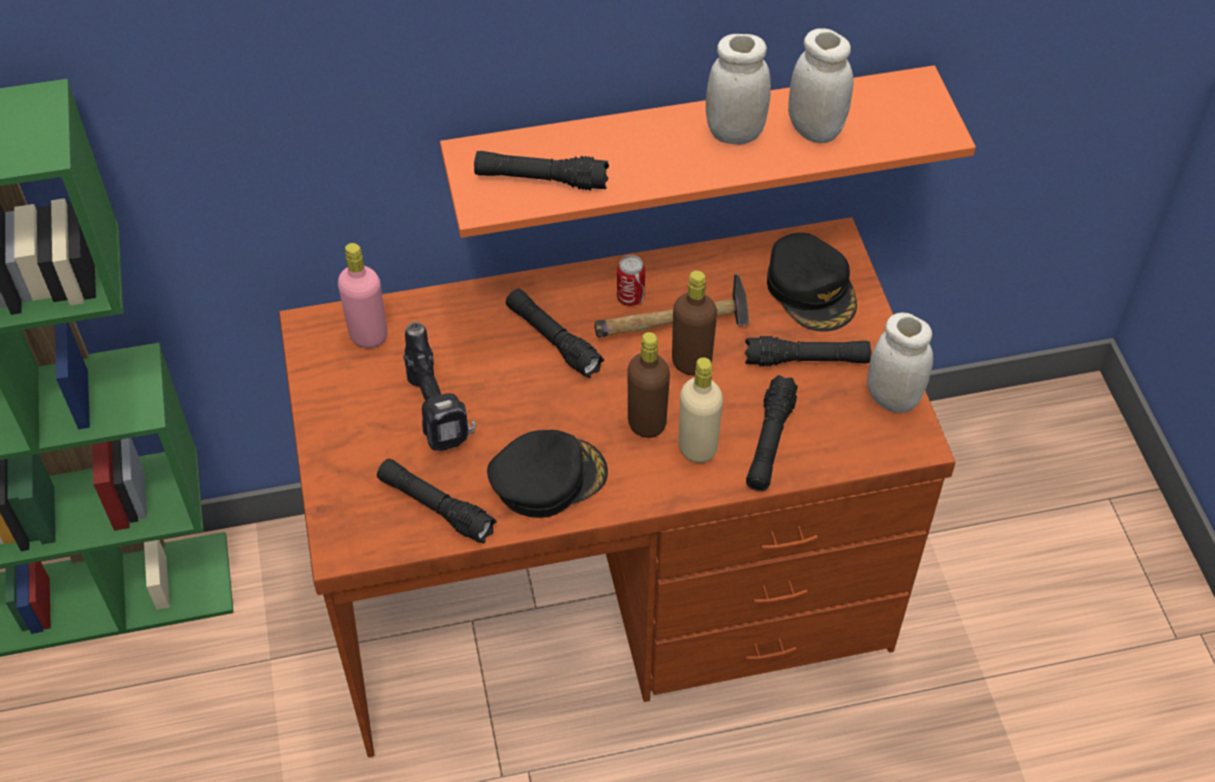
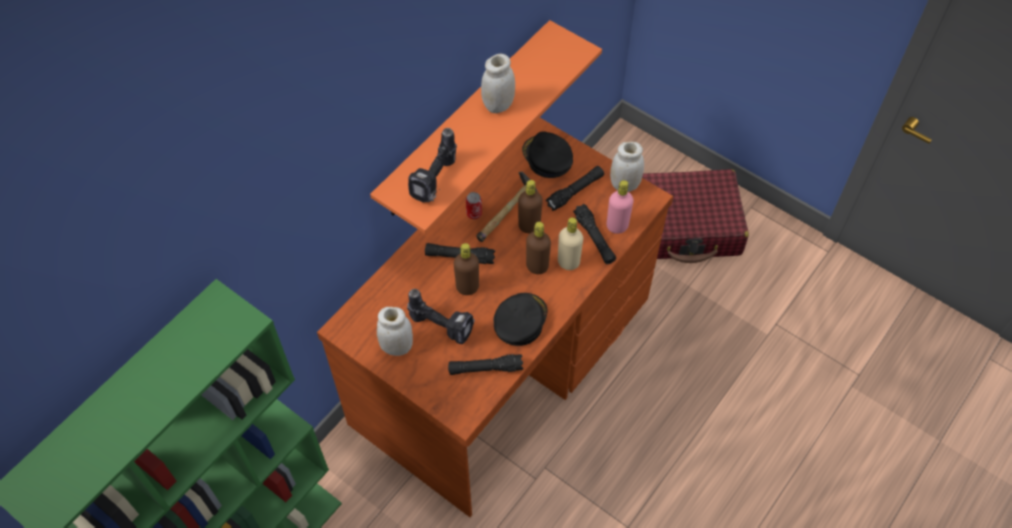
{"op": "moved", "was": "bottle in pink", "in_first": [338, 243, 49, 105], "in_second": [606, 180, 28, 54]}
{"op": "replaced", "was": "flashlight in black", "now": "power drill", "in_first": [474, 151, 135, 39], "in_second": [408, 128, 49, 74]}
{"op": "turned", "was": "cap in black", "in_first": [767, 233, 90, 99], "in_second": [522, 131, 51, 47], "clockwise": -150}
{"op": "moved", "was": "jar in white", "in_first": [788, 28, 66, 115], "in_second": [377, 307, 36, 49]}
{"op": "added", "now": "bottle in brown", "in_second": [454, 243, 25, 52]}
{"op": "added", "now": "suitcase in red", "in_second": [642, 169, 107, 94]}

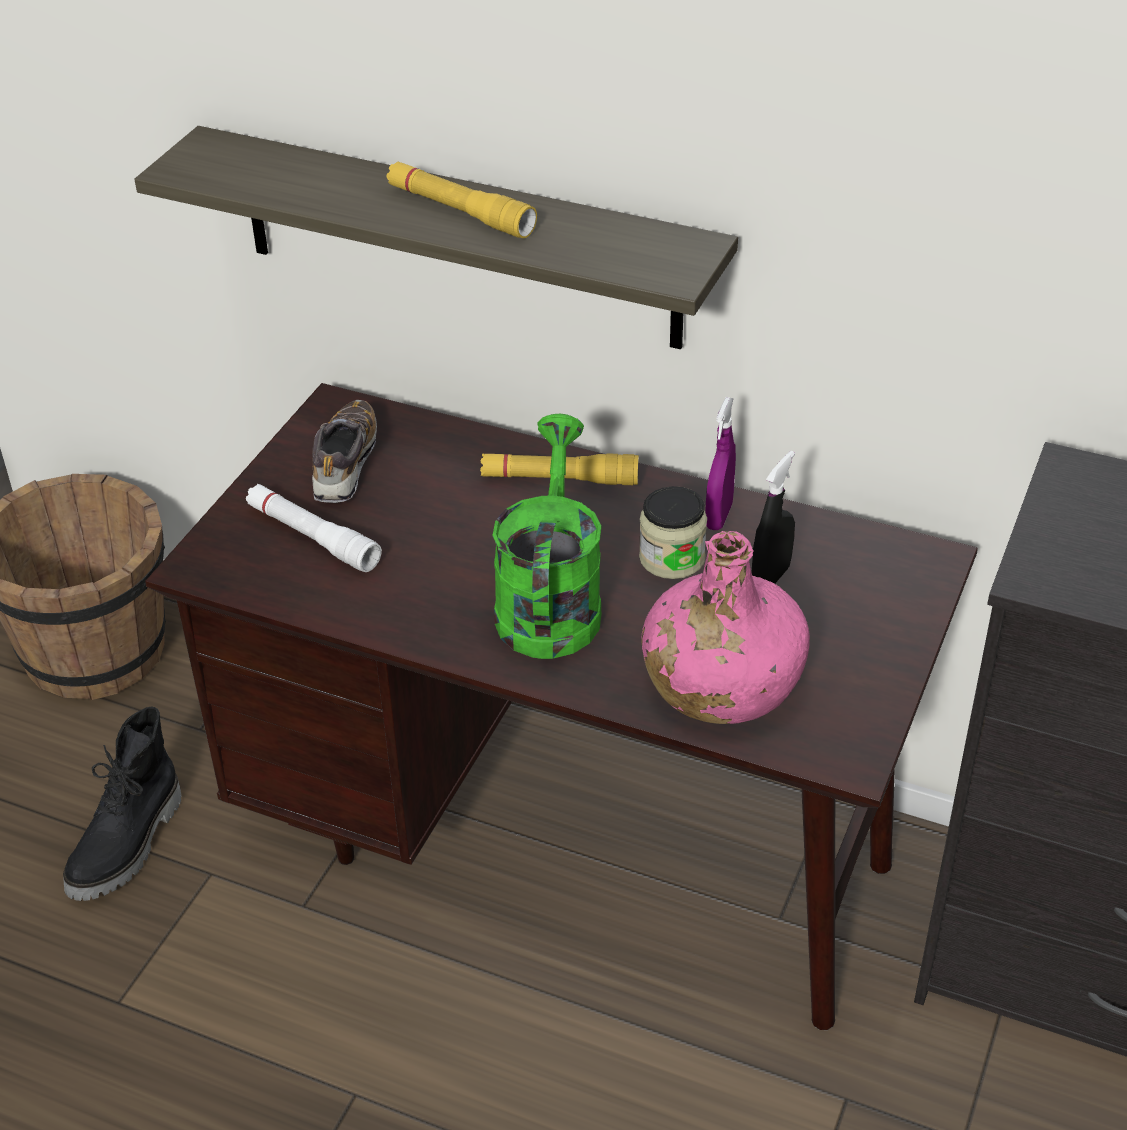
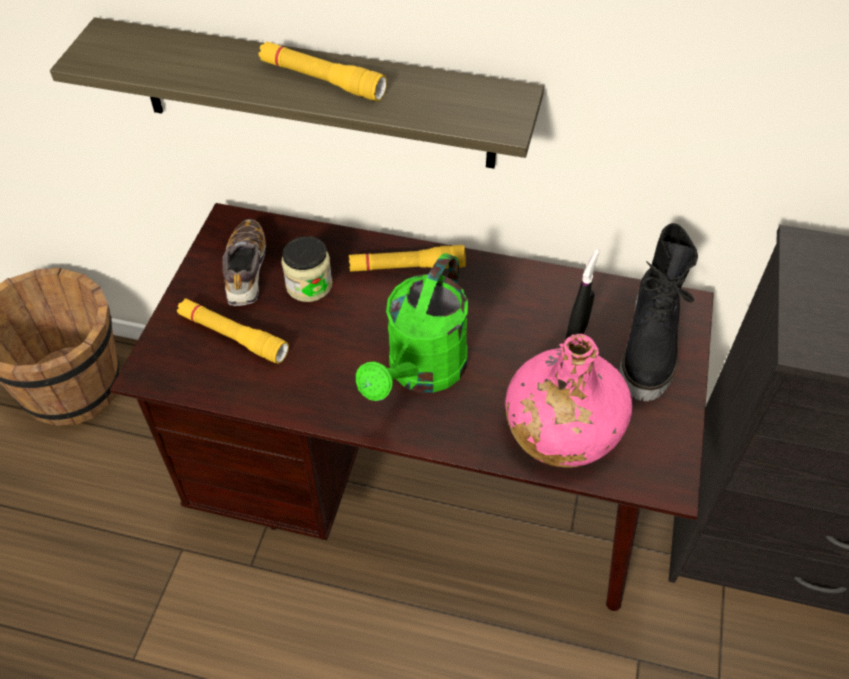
{"op": "moved", "was": "boot in black", "in_first": [63, 706, 119, 195], "in_second": [619, 223, 79, 178]}
{"op": "recoloured", "was": "flashlight in white", "now": "flashlight in yellow", "in_first": [246, 484, 136, 88], "in_second": [177, 298, 112, 66]}
{"op": "turned", "was": "watering can in green", "in_first": [492, 414, 110, 245], "in_second": [356, 253, 112, 148], "clockwise": -150}
{"op": "moved", "was": "jar", "in_first": [639, 486, 68, 93], "in_second": [281, 236, 52, 66]}
{"op": "removed", "was": "spray bottle in purple", "in_first": [705, 397, 31, 133]}

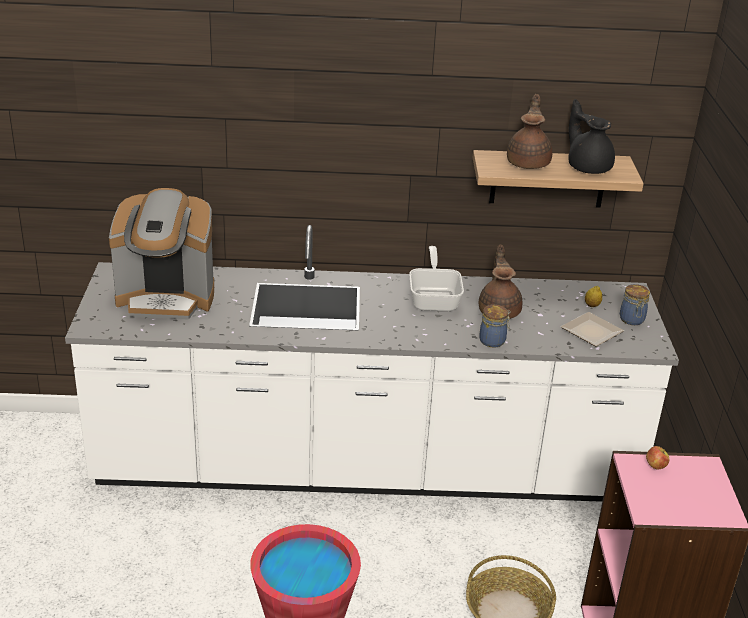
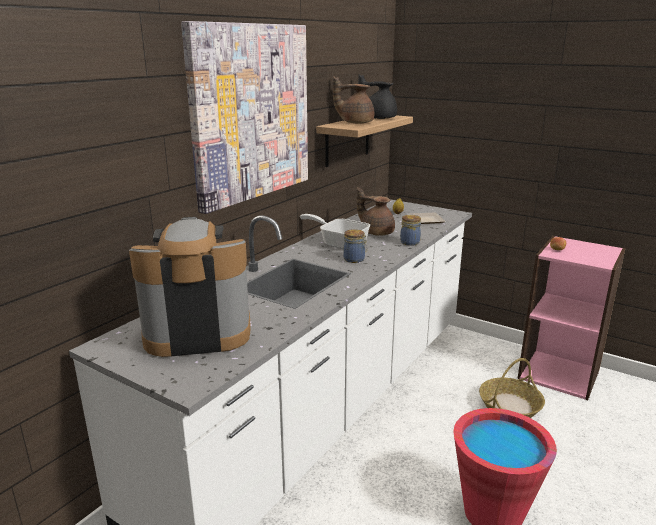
{"op": "turned", "was": "coffee machine", "in_first": [109, 188, 105, 132], "in_second": [129, 217, 122, 140], "clockwise": -135}
{"op": "turned", "was": "teapot in brown", "in_first": [507, 94, 46, 75], "in_second": [333, 76, 41, 47], "clockwise": -45}
{"op": "moved", "was": "jar", "in_first": [620, 284, 30, 41], "in_second": [343, 229, 24, 34]}
{"op": "added", "now": "picture", "in_second": [181, 21, 127, 193]}

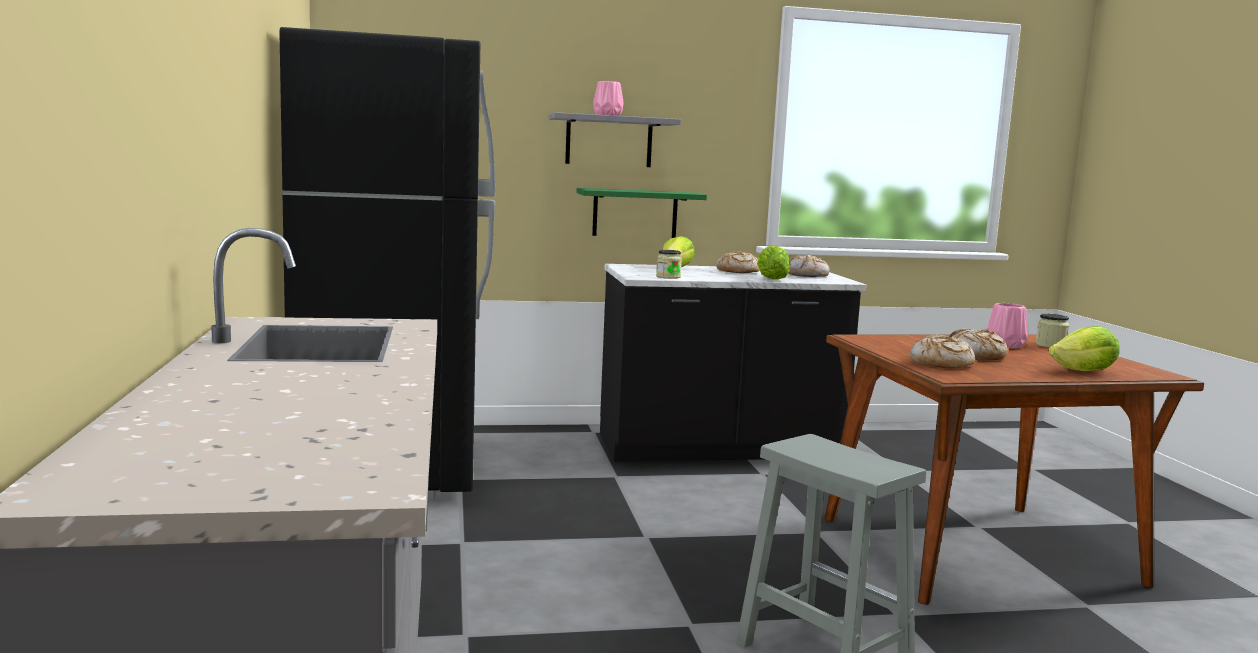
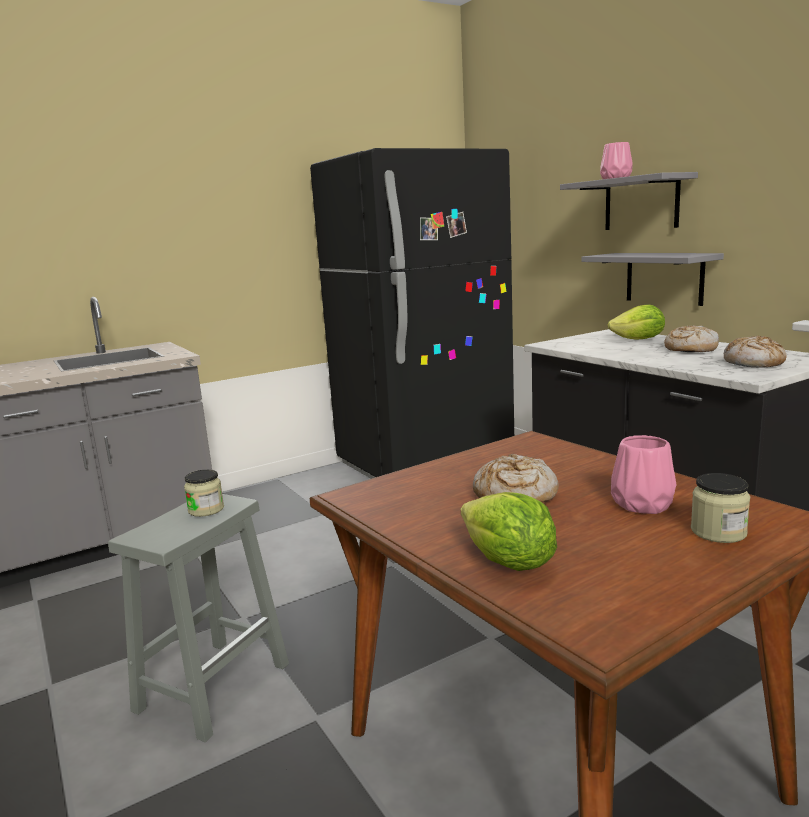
{"op": "recoloured", "was": "shelf in green", "now": "shelf in grey", "in_first": [576, 188, 131, 50], "in_second": [581, 253, 143, 53]}
{"op": "moved", "was": "jar", "in_first": [656, 250, 26, 29], "in_second": [184, 470, 40, 47]}
{"op": "removed", "was": "lettuce", "in_first": [757, 246, 32, 34]}
{"op": "removed", "was": "bread", "in_first": [910, 334, 65, 34]}

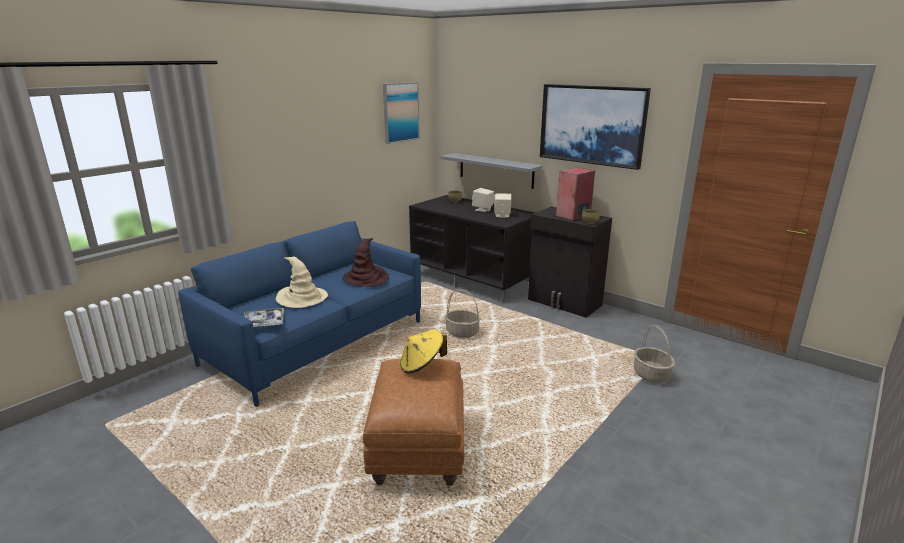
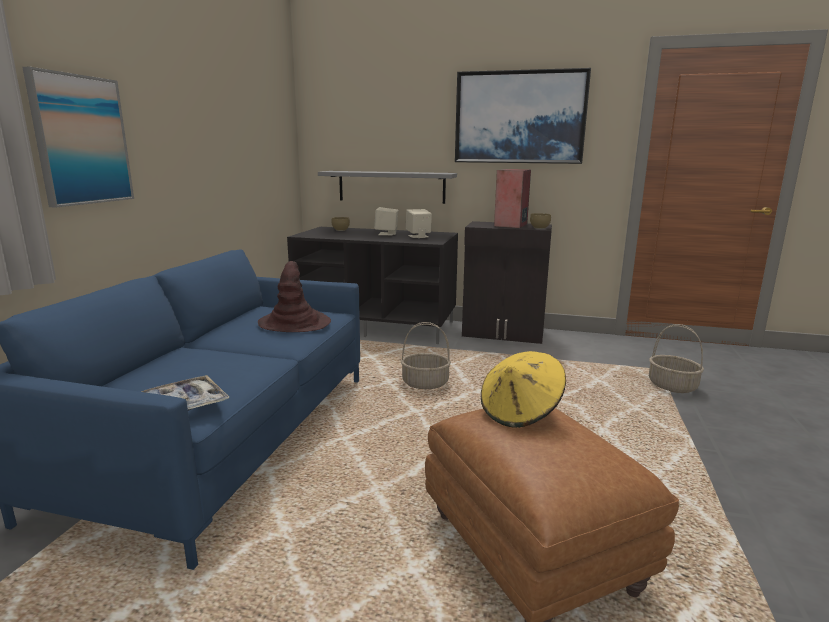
{"op": "removed", "was": "hat in beige", "in_first": [276, 257, 52, 51]}
{"op": "moved", "was": "picture", "in_first": [383, 82, 37, 62], "in_second": [22, 67, 112, 141]}

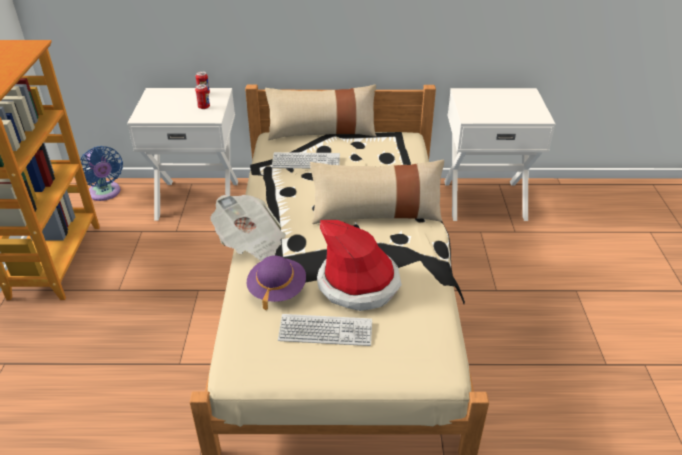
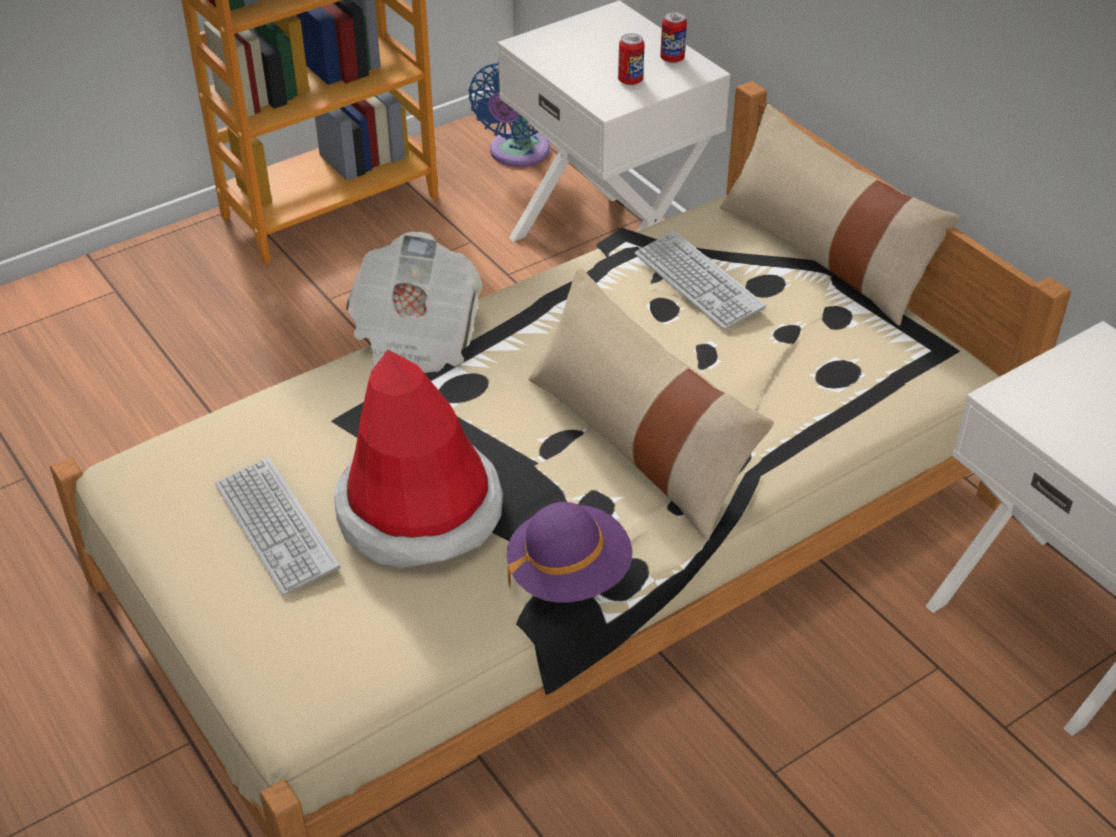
{"op": "moved", "was": "hat in purple", "in_first": [246, 255, 60, 56], "in_second": [507, 502, 125, 101]}

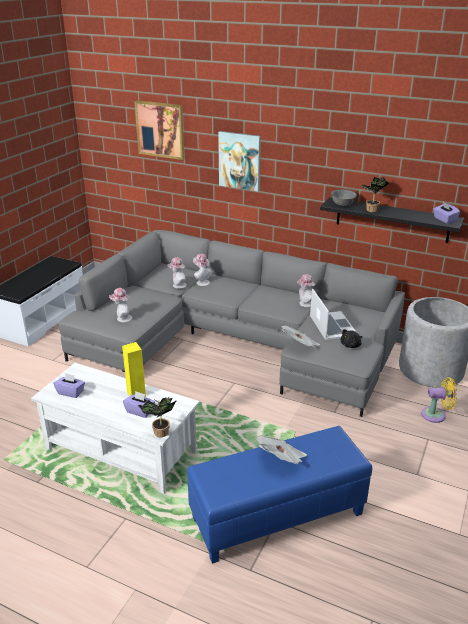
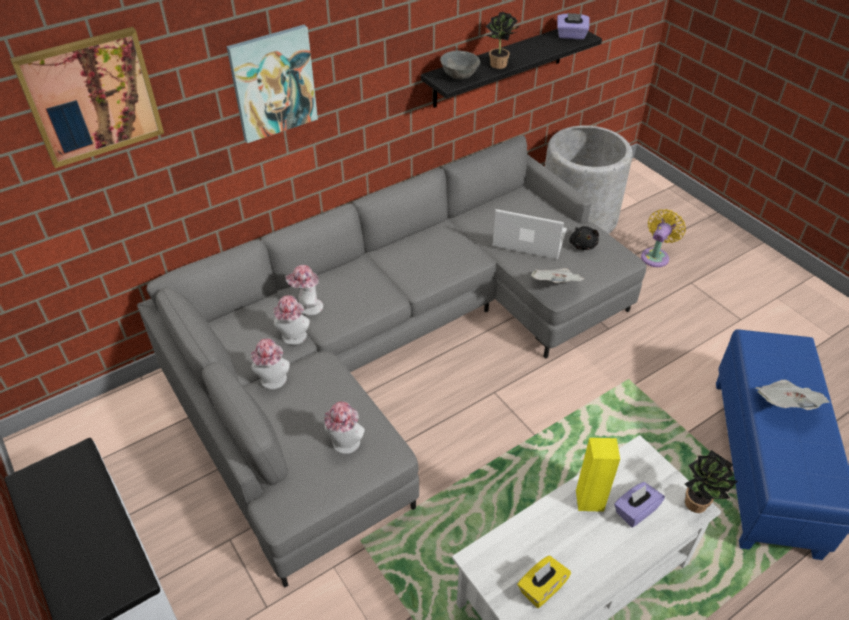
{"op": "recoloured", "was": "tissue box in purple", "now": "tissue box in yellow", "in_first": [54, 373, 31, 25], "in_second": [517, 556, 54, 52]}
{"op": "moved", "was": "hat", "in_first": [297, 274, 18, 33], "in_second": [251, 339, 39, 50]}

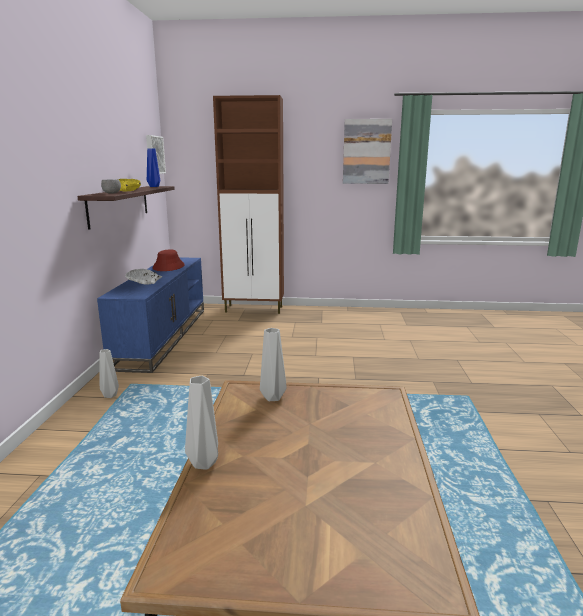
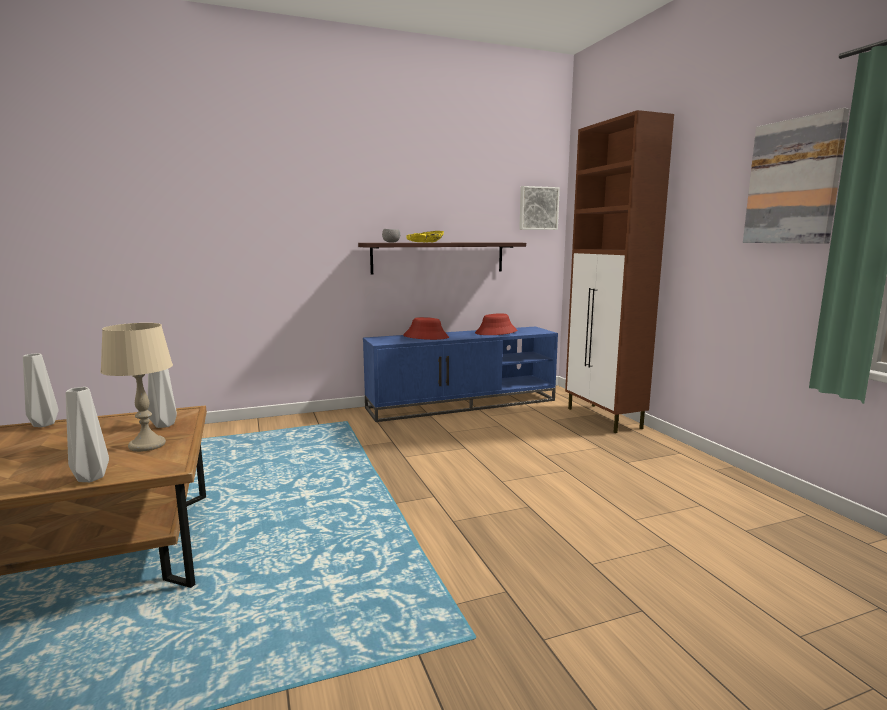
{"op": "moved", "was": "vase in grey", "in_first": [99, 349, 20, 49], "in_second": [66, 387, 43, 95]}
{"op": "replaced", "was": "bowl in white", "now": "hat in red", "in_first": [125, 269, 37, 16], "in_second": [403, 317, 46, 23]}
{"op": "removed", "was": "vase in blue", "in_first": [147, 148, 13, 39]}
{"op": "added", "now": "table lamp in beige", "in_second": [100, 323, 73, 129]}

